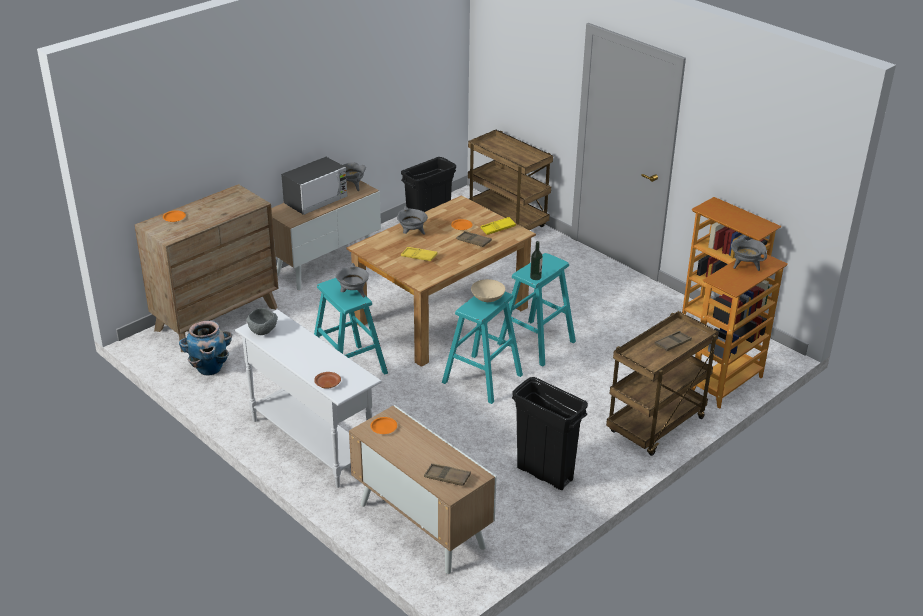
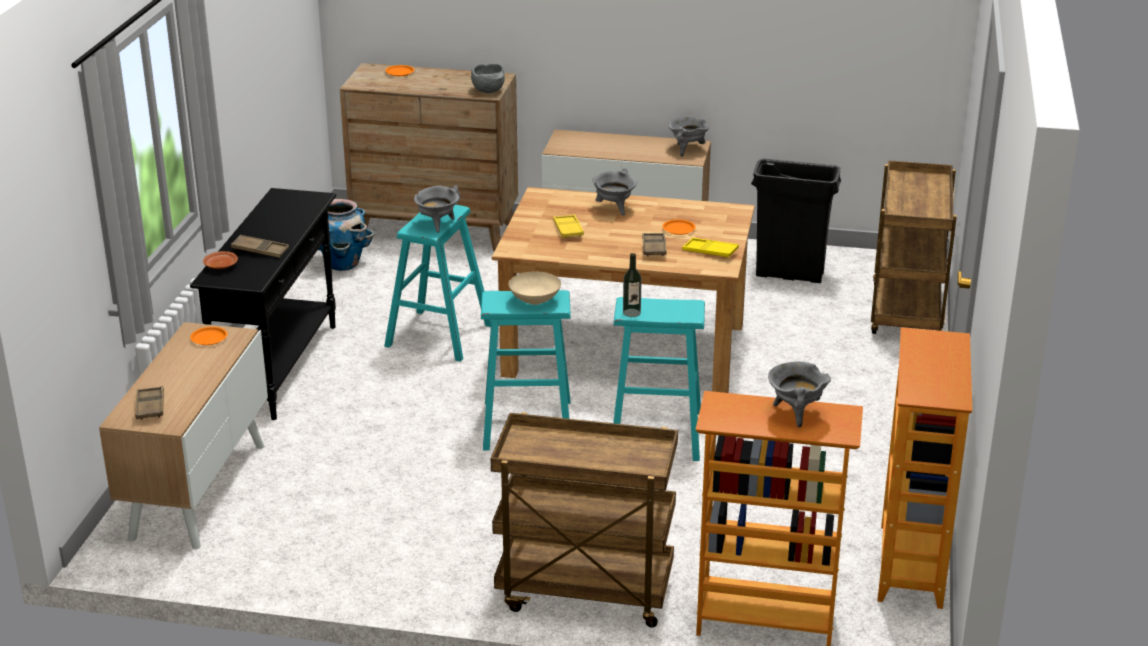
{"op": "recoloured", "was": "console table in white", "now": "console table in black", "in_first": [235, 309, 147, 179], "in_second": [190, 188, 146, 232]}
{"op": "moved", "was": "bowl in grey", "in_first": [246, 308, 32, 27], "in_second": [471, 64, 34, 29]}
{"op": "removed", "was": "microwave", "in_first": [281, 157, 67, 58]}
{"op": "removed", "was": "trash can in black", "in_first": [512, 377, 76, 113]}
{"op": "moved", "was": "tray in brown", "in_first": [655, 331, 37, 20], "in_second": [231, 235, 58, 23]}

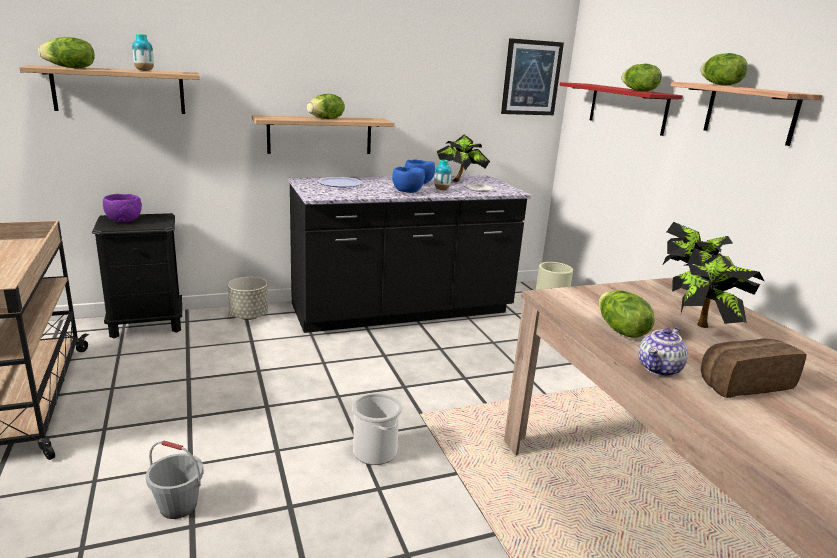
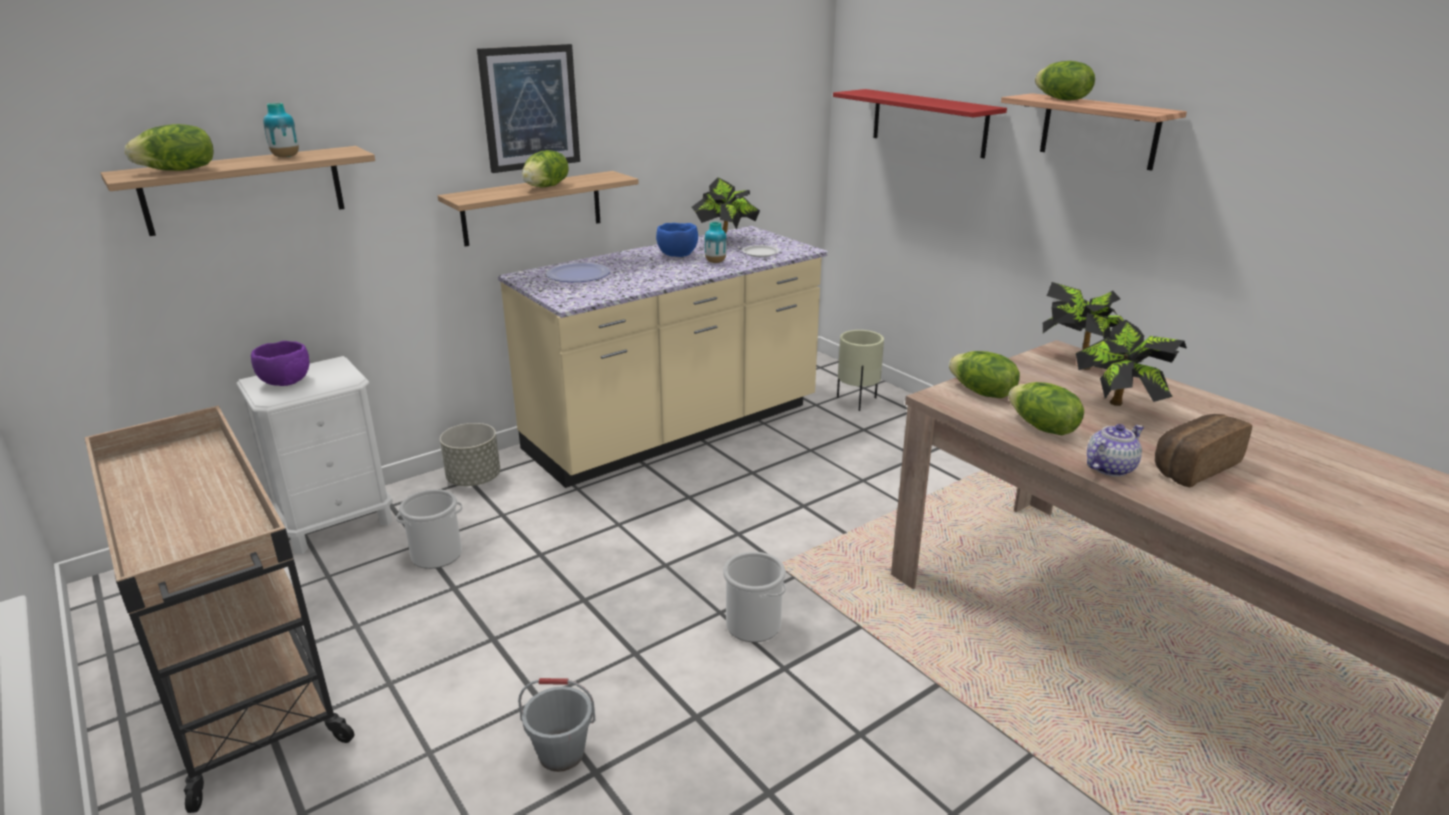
{"op": "recoloured", "was": "nightstand in black", "now": "nightstand in white", "in_first": [92, 213, 90, 125], "in_second": [236, 356, 157, 198]}
{"op": "recoloured", "was": "counter in black", "now": "counter in beige", "in_first": [288, 175, 244, 158], "in_second": [498, 226, 330, 262]}
{"op": "removed", "was": "bowl in blue", "in_first": [392, 167, 33, 26]}
{"op": "moved", "was": "picture", "in_first": [501, 38, 63, 77], "in_second": [477, 44, 103, 129]}
{"op": "moved", "was": "lettuce", "in_first": [621, 64, 41, 28], "in_second": [949, 351, 71, 47]}
{"op": "turned", "was": "teapot", "in_first": [638, 327, 50, 49], "in_second": [1087, 424, 57, 53], "clockwise": -150}
{"op": "added", "now": "bucket", "in_second": [396, 489, 67, 80]}

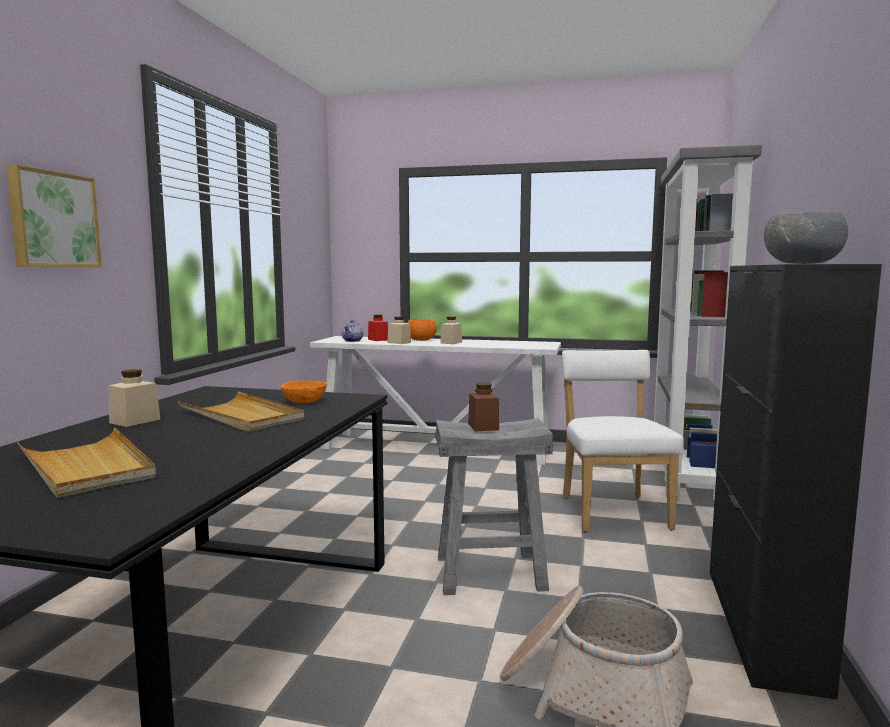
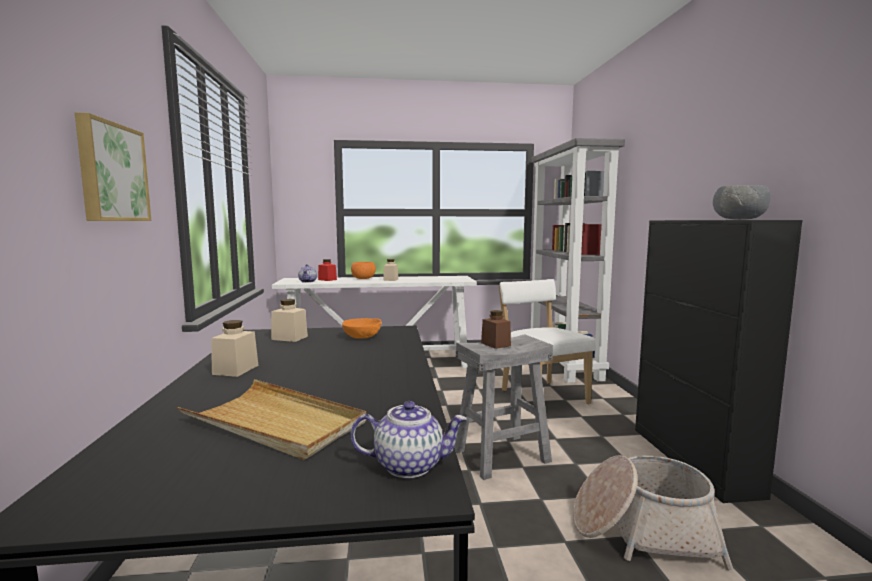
{"op": "removed", "was": "tray in beige", "in_first": [178, 392, 126, 40]}
{"op": "moved", "was": "jar in beige", "in_first": [387, 316, 24, 28], "in_second": [271, 299, 37, 43]}
{"op": "added", "now": "teapot", "in_second": [350, 401, 117, 77]}

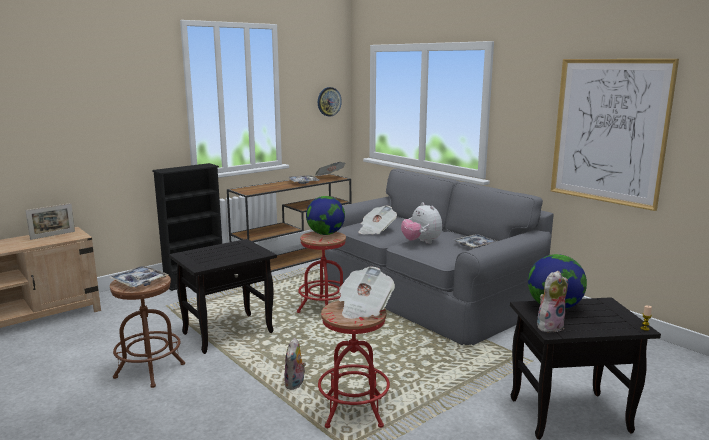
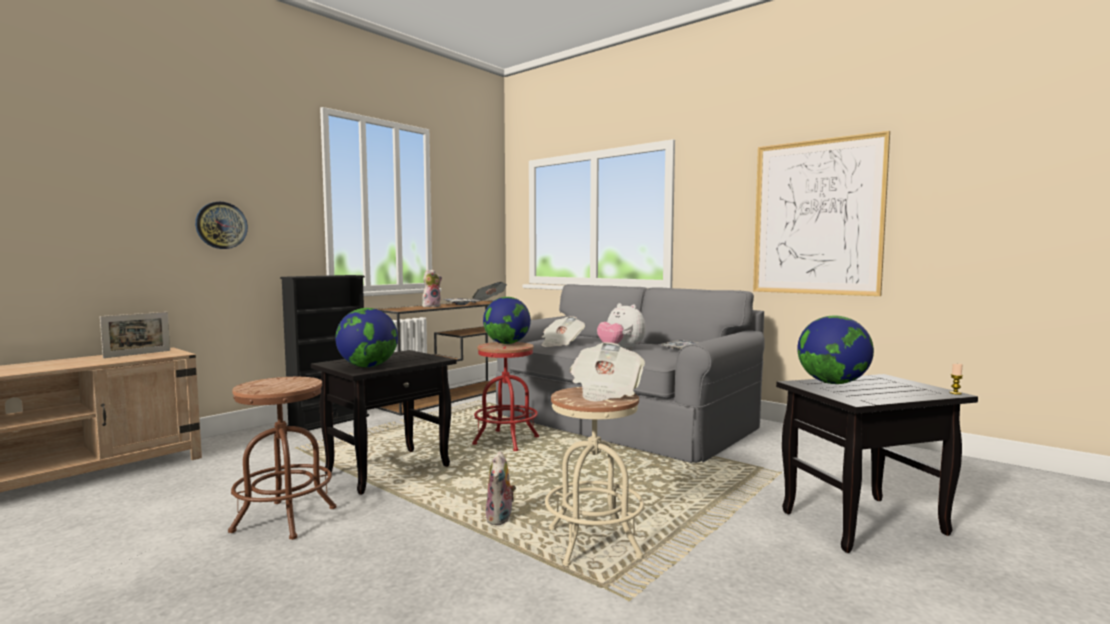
{"op": "removed", "was": "tray", "in_first": [109, 266, 60, 21]}
{"op": "moved", "was": "wall clock", "in_first": [318, 87, 24, 30], "in_second": [195, 202, 53, 47]}
{"op": "recoloured", "was": "stool in red", "now": "stool in beige", "in_first": [318, 301, 72, 127], "in_second": [545, 387, 99, 179]}
{"op": "moved", "was": "plush toy", "in_first": [537, 271, 31, 61], "in_second": [422, 269, 20, 38]}
{"op": "added", "now": "globe", "in_second": [335, 308, 63, 59]}

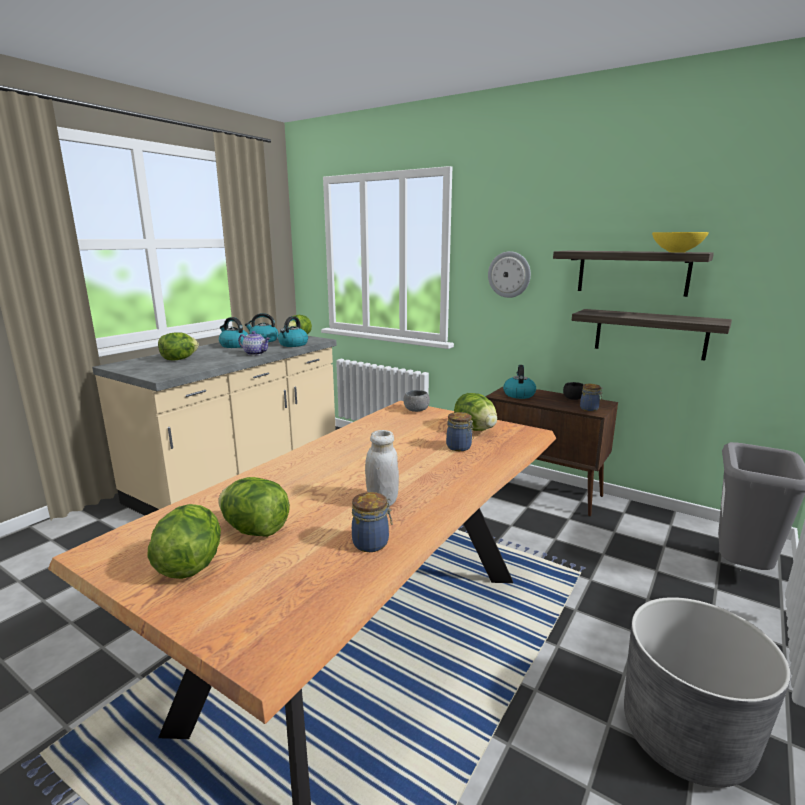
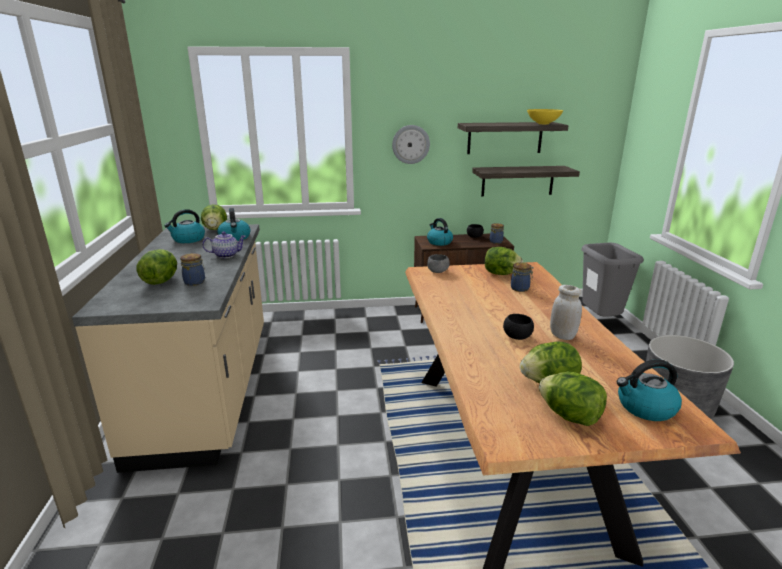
{"op": "moved", "was": "kettle", "in_first": [219, 317, 30, 31], "in_second": [617, 359, 65, 62]}
{"op": "moved", "was": "jar", "in_first": [352, 492, 40, 60], "in_second": [180, 253, 25, 33]}
{"op": "added", "now": "bowl in black", "in_second": [503, 314, 31, 26]}

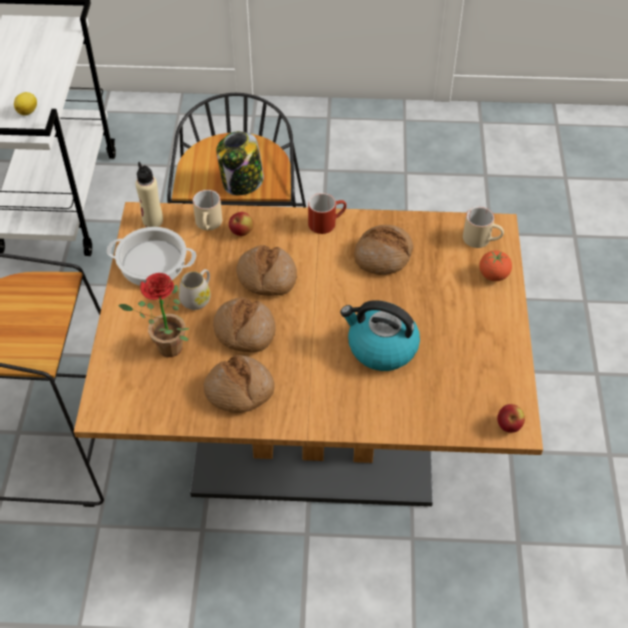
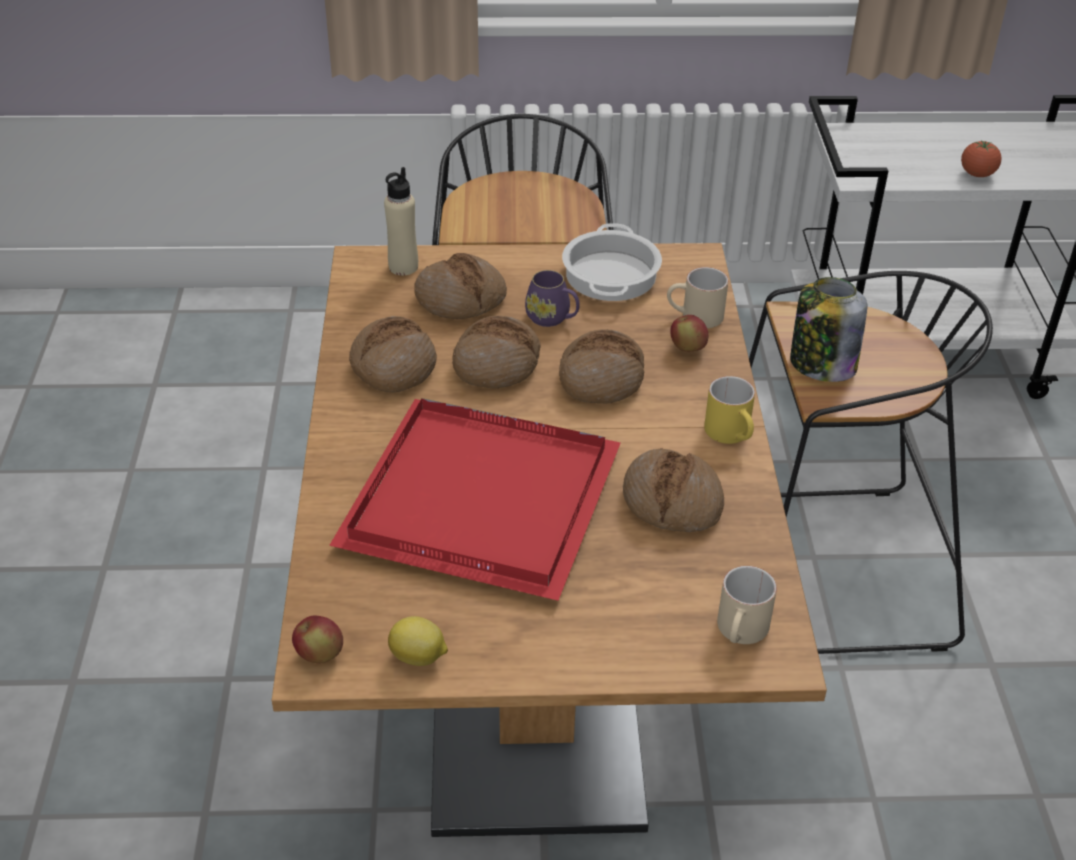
{"op": "moved", "was": "lemon", "in_first": [14, 92, 23, 24], "in_second": [388, 616, 60, 50]}
{"op": "replaced", "was": "potted plant", "now": "bread", "in_first": [118, 273, 71, 84], "in_second": [414, 253, 93, 66]}
{"op": "moved", "was": "bottle in beige", "in_first": [136, 162, 27, 65], "in_second": [384, 167, 34, 108]}
{"op": "recoloured", "was": "mug in white", "now": "mug in purple", "in_first": [178, 269, 32, 41], "in_second": [525, 270, 55, 57]}
{"op": "recoloured", "was": "mug in red", "now": "mug in yellow", "in_first": [308, 193, 39, 41], "in_second": [704, 376, 51, 68]}
{"op": "replaced", "was": "kettle", "now": "tray in red", "in_first": [340, 300, 80, 71], "in_second": [329, 398, 292, 203]}
{"op": "moved", "was": "tomato", "in_first": [479, 250, 33, 31], "in_second": [961, 140, 41, 37]}

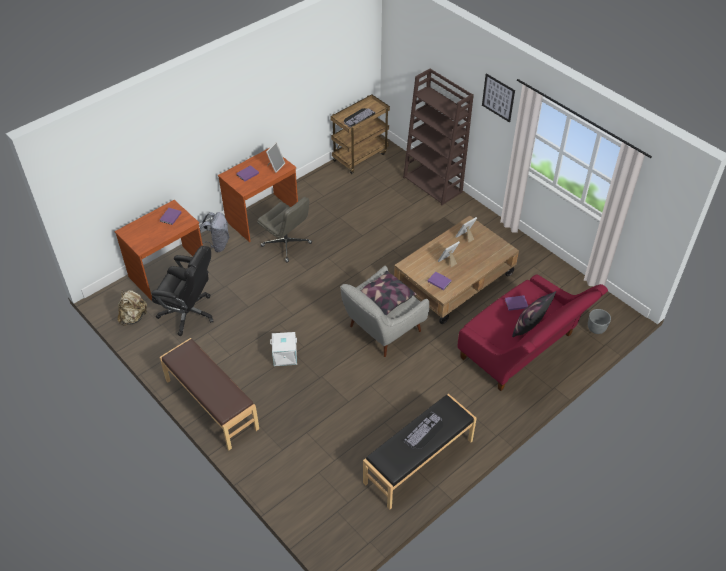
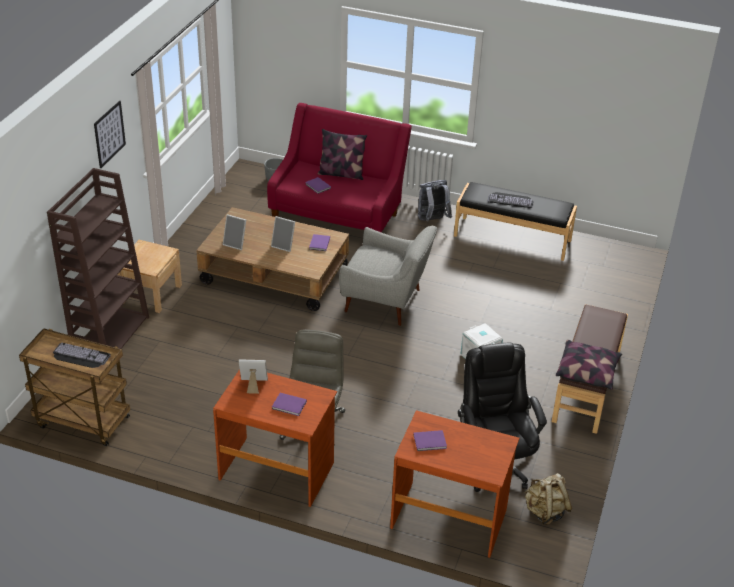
{"op": "moved", "was": "backpack in grey", "in_first": [200, 212, 30, 40], "in_second": [418, 180, 34, 41]}
{"op": "moved", "was": "pillow", "in_first": [360, 271, 57, 45], "in_second": [556, 340, 66, 50]}
{"op": "added", "now": "nightstand in beige", "in_second": [118, 240, 64, 73]}

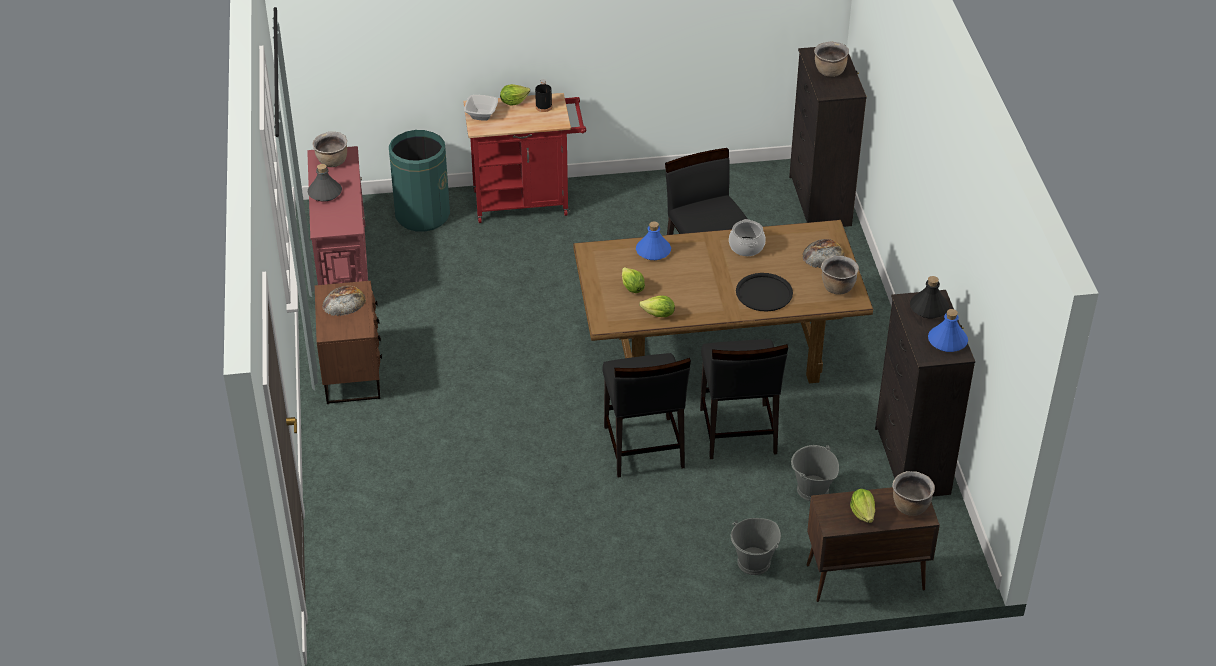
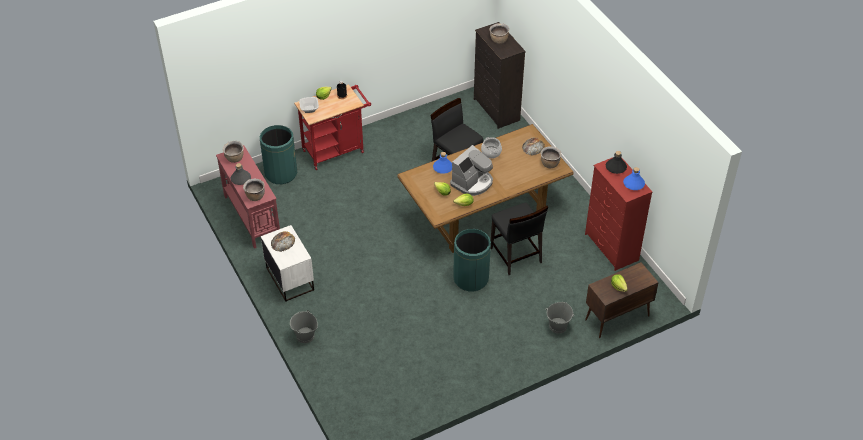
{"op": "recoloured", "was": "nightstand in brown", "now": "nightstand in white", "in_first": [315, 281, 67, 123], "in_second": [261, 225, 53, 77]}
{"op": "replaced", "was": "chair in black", "now": "trash can in green", "in_first": [602, 353, 89, 124], "in_second": [453, 229, 38, 62]}
{"op": "removed", "was": "tray in black", "in_first": [736, 273, 57, 38]}
{"op": "moved", "was": "bucket in grey", "in_first": [791, 445, 48, 56], "in_second": [290, 310, 28, 33]}
{"op": "recoloured", "was": "dresser in black", "now": "dresser in red", "in_first": [875, 290, 100, 207], "in_second": [585, 157, 67, 114]}
{"op": "moved", "was": "cooking pot in brown", "in_first": [892, 471, 43, 45], "in_second": [243, 179, 22, 22]}
{"op": "added", "now": "coffee machine", "in_second": [450, 145, 43, 51]}

